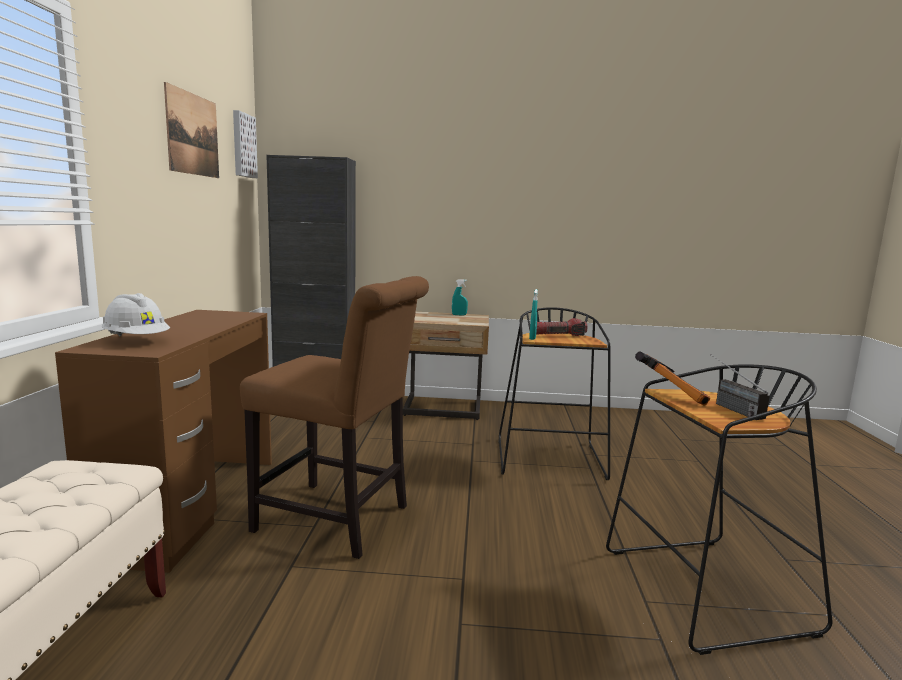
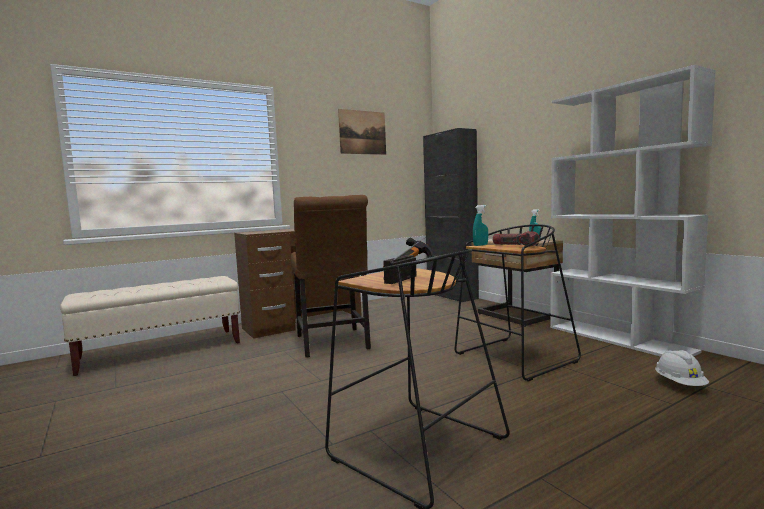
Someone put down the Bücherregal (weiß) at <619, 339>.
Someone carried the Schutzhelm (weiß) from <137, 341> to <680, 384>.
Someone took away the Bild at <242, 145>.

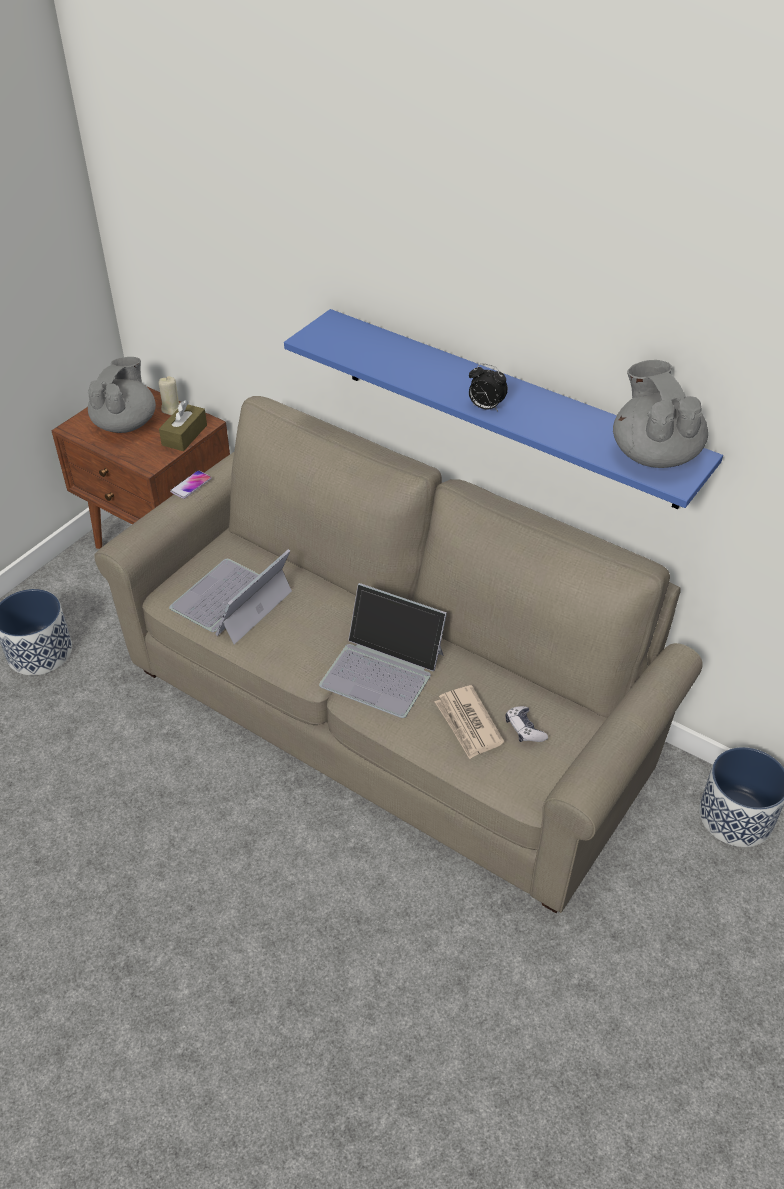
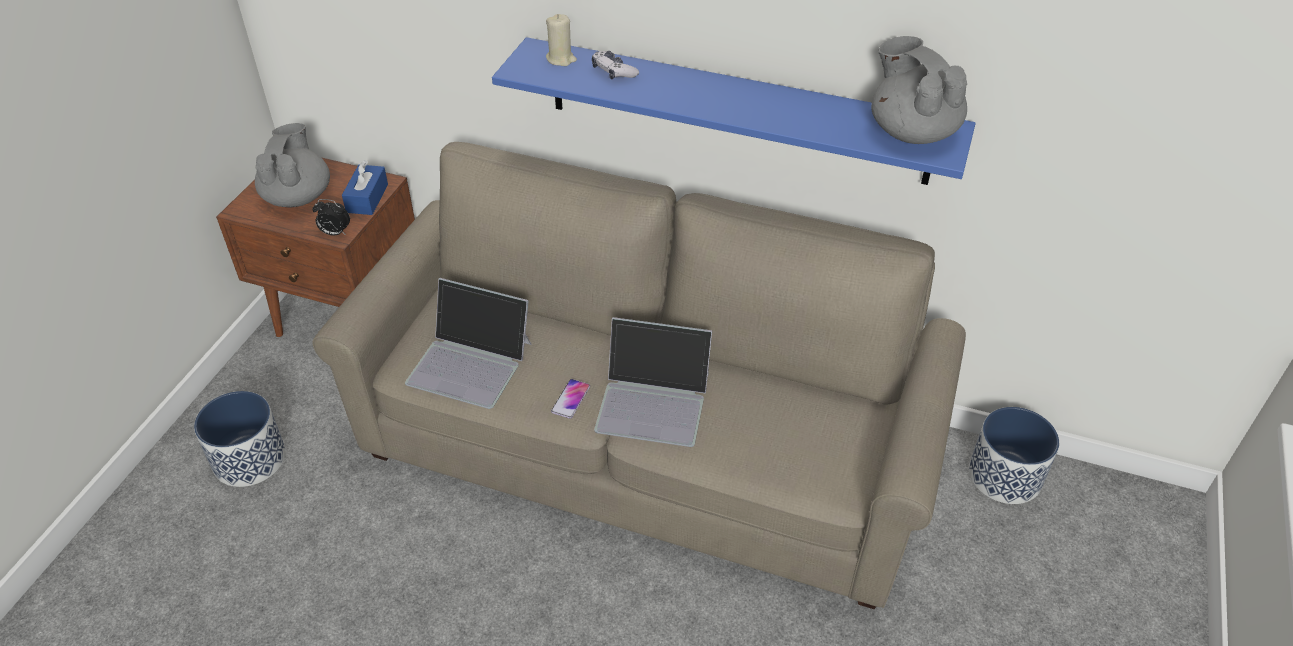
Someone carried the Wecker from <485, 407> to <335, 233>.
Someone repainted the Taschentuchbox (braun) at <184, 435>, which became the Taschentuchbox (blau) at <367, 198>.
Someone rotated the Laptop at <231, 601> by 90 degrees counterclockwise.
Someone carried the Kerze (beige) from <172, 409> to <561, 59>.
Someone carried the Handy from <191, 485> to <571, 399>.
Someone carried the Gamepad from <524, 729> to <613, 72>.
Someone took away the Zeitung at <468, 724>.

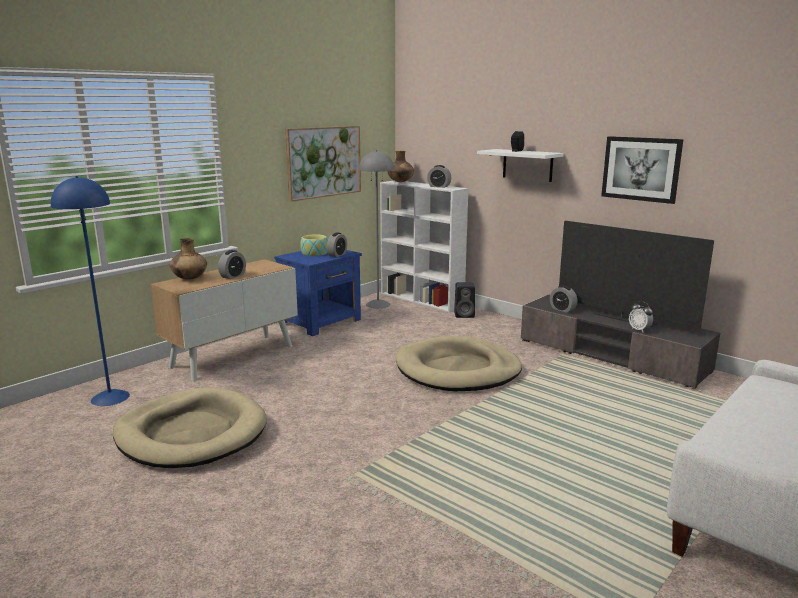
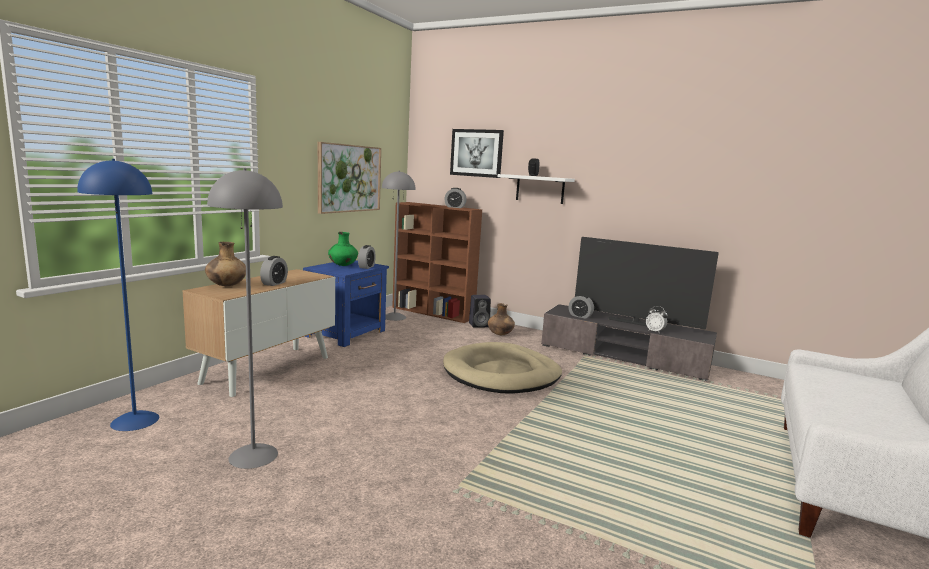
Someone swapped the Hundebett (beige) at <191, 433> for the Stehlampe (grau) at <253, 455>.
Someone swapped the Schüssel at <314, 253> for the Vase (grün) at <342, 265>.
Someone repainted the Bücherregal (weiß) at <422, 300>, which became the Bücherregal (braun) at <433, 313>.
Someone carried the Bild from <641, 169> to <476, 153>.
Someone carried the Vase (braun) from <400, 182> to <500, 334>.

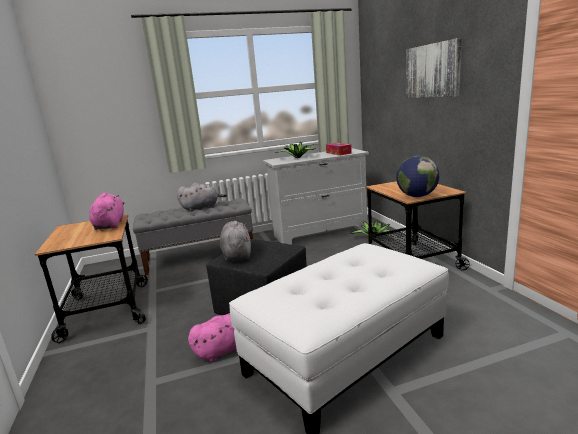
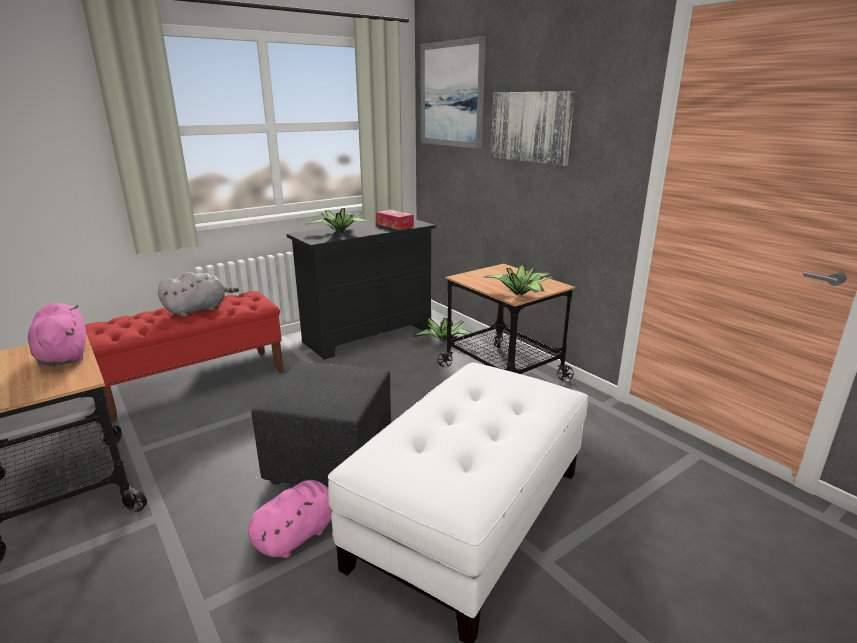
Someone repainted the Bank (grau) at <200, 256>, which became the Bank (rot) at <196, 383>.
Someone repainted the Kommode (weiß) at <320, 232>, which became the Kommode (schwarz) at <369, 334>.
Someone put up the Bild at <451, 94>.
Someone swapped the Globus at <417, 196> for the Topfpflanze at <521, 293>.
Someone took away the Plüschtier (grau) at <237, 254>.

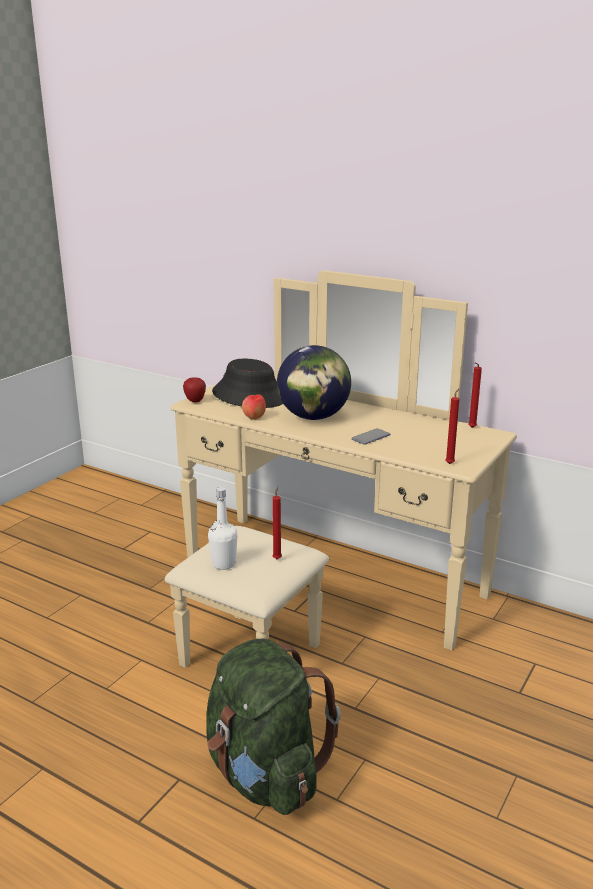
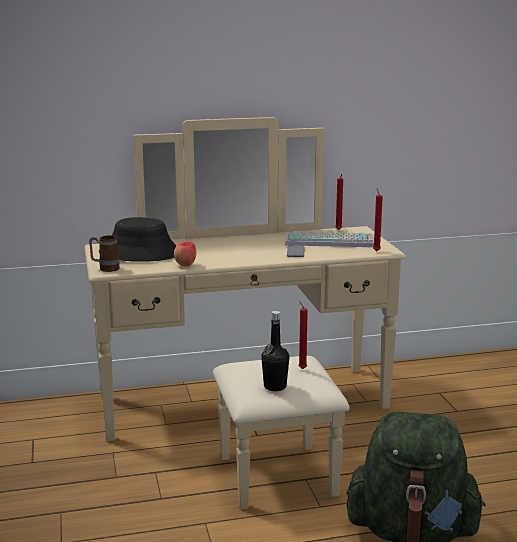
Someone swapped the Apfel at <195, 401> for the Henkelbecher at <105, 269>.
Someone repainted the Flasche (weiß) at <223, 564>, which became the Flasche (schwarz) at <275, 386>.
Someone put down the Tastatur at <331, 241>.
Someone took away the Globus at <313, 417>.

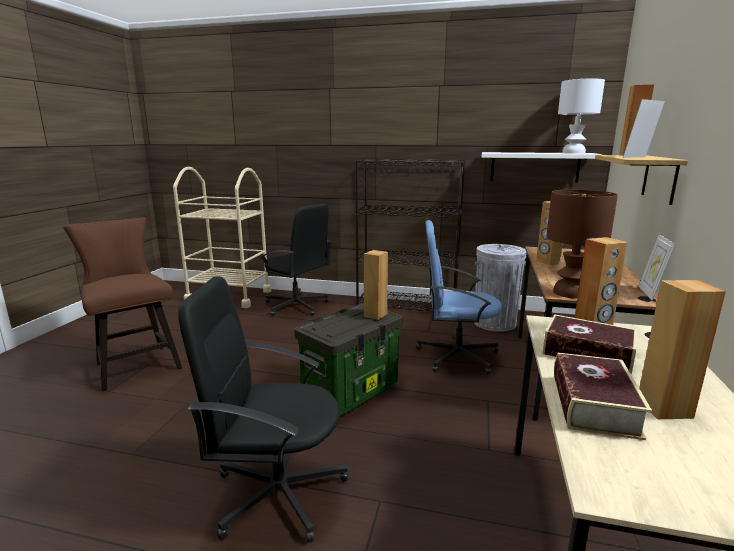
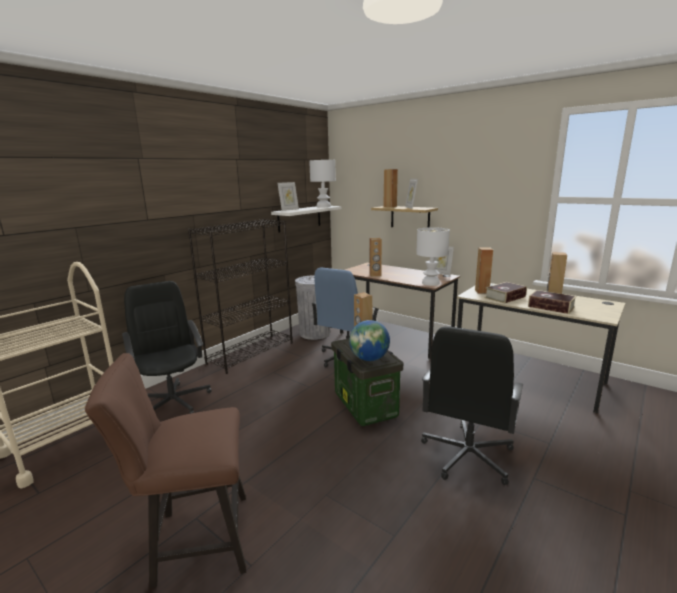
Someone rotated the Bürostuhl (schwarz) at <296, 306> by 90 degrees counterclockwise.
Someone put down the Bilderrahmen at <289, 210>.
Someone put down the Globus at <369, 359>.
Someone repainted the Tischlampe (braun) at <569, 293>, which became the Tischlampe (weiß) at <430, 283>.

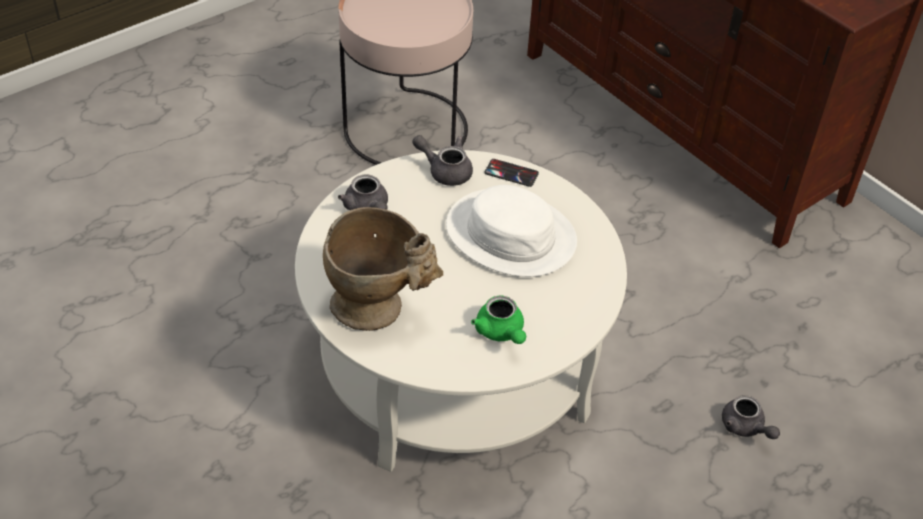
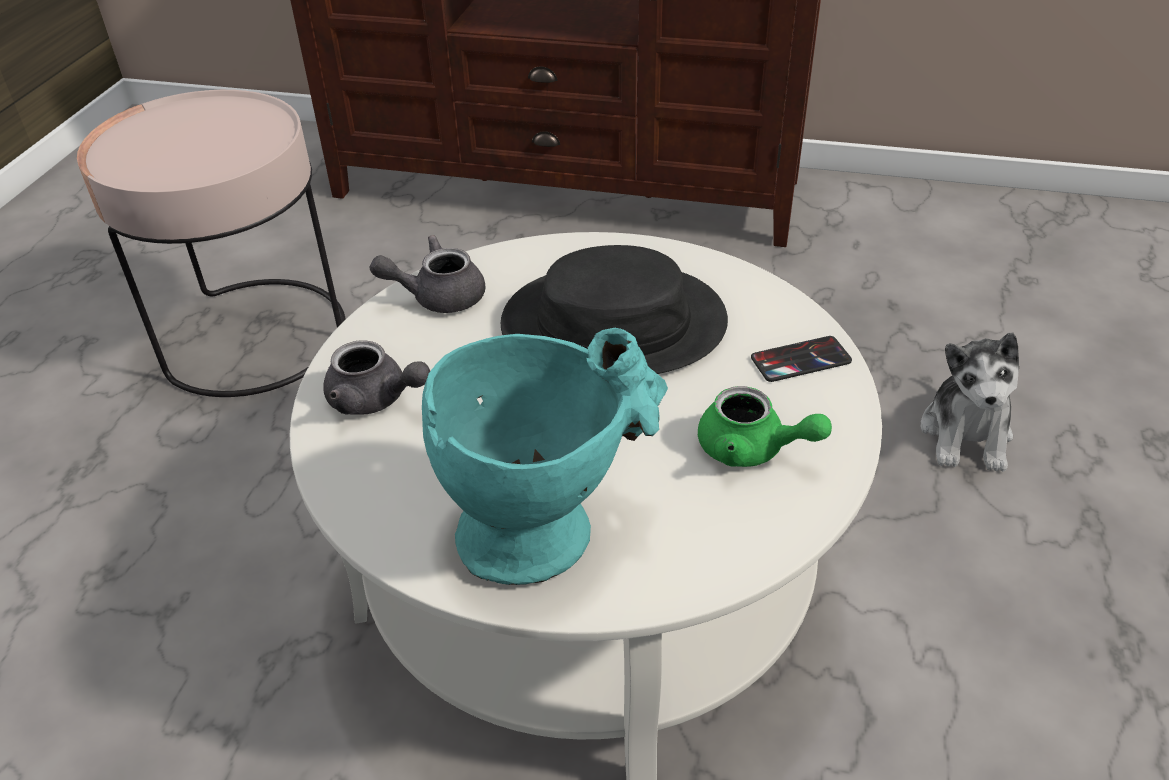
Someone repainted the Vase (beige) at <380, 308>, which became the Vase (türkis) at <546, 525>.
Someone repainted the Hut (weiß) at <511, 234>, which became the Hut (schwarz) at <613, 324>.
Someone carried the Handy from <511, 173> to <800, 360>.
Someone swapped the Teekanne (grau) at <745, 428> for the Plüschtier at <966, 434>.

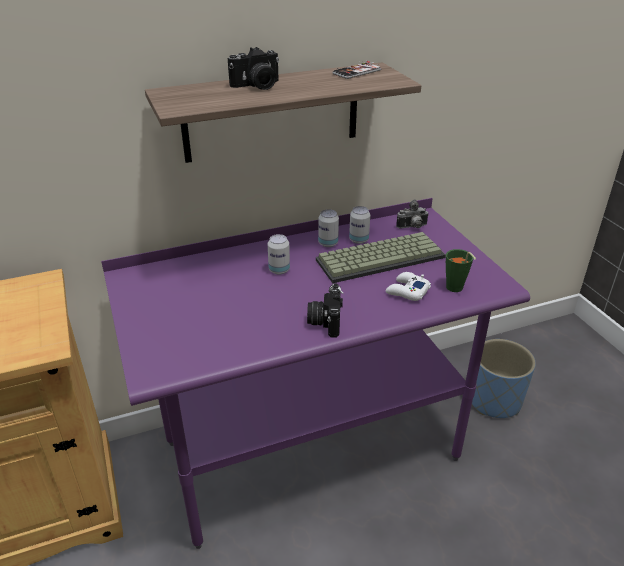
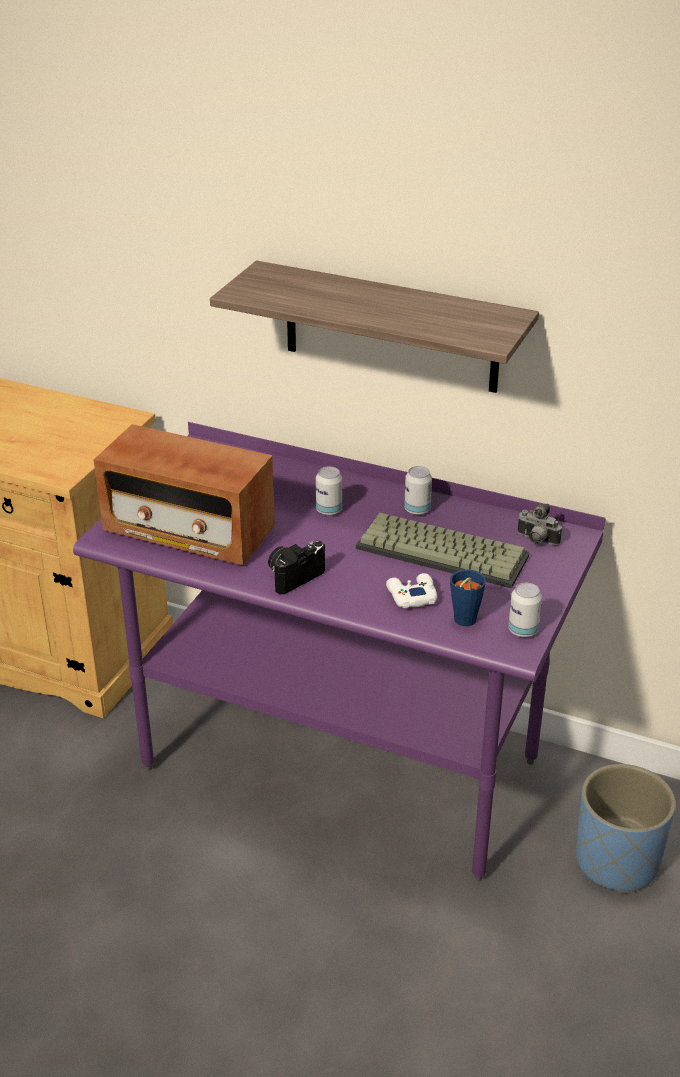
Someone put down the Radio at <188, 531>.
Someone repainted the Tasse (grün) at <456, 289>, which became the Tasse (blau) at <462, 622>.
Someone carried the Dose from <358, 240> to <523, 631>.
Someone took away the Kamera at <257, 86>.
Someone took away the Handy at <357, 72>.

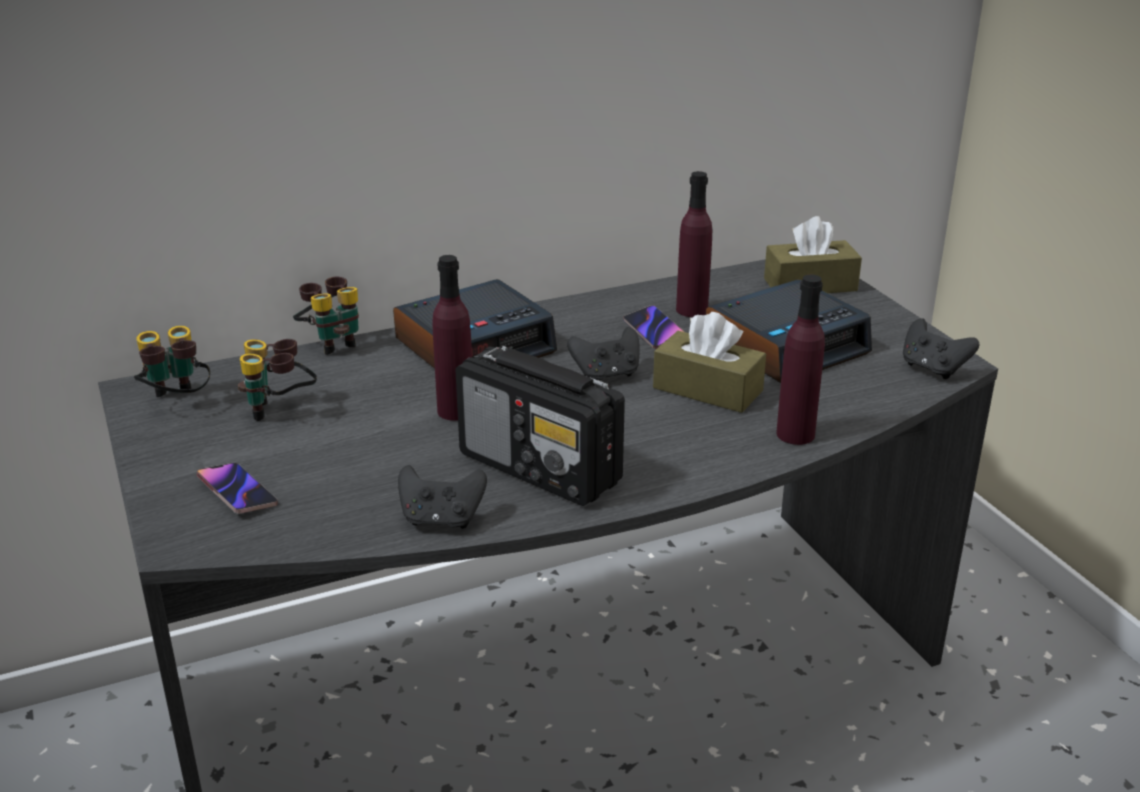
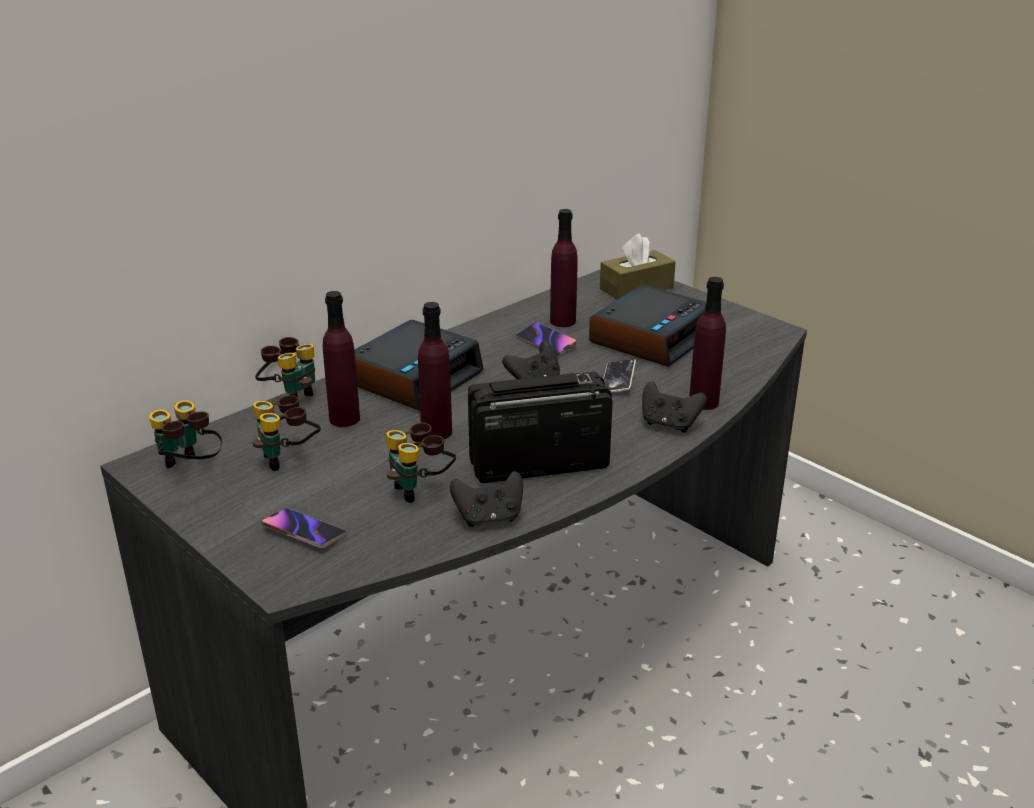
Someone put down the Flasche (lila) at <344, 419>.
Someone put down the Fernglas at <421, 489>.
Someone rotated the Radio at <541, 469> by 150 degrees clockwise.
Someone swapped the Taschentuchbox (braun) at <707, 389> for the Handy at <618, 380>.
Someone carried the Gamepad (schwarz) from <933, 369> to <669, 424>.

